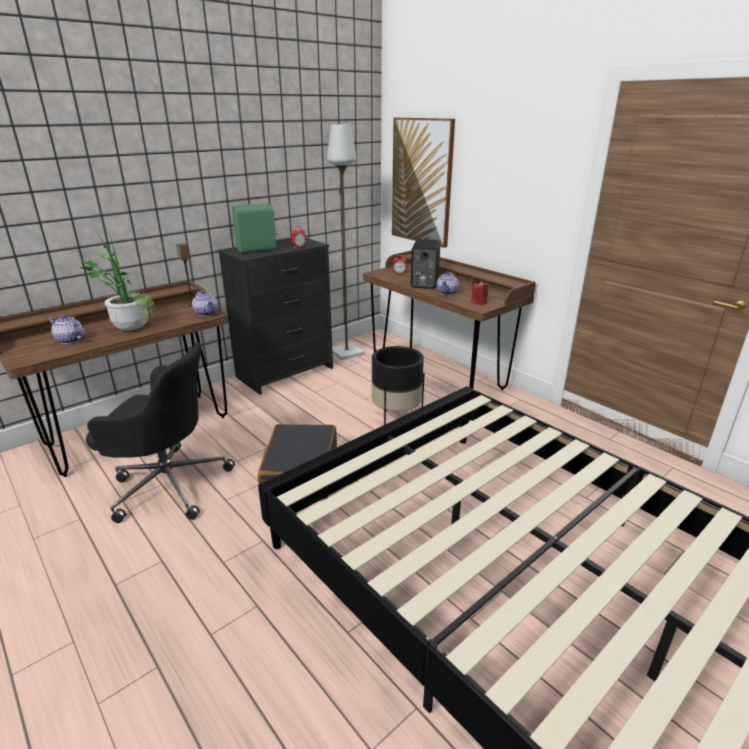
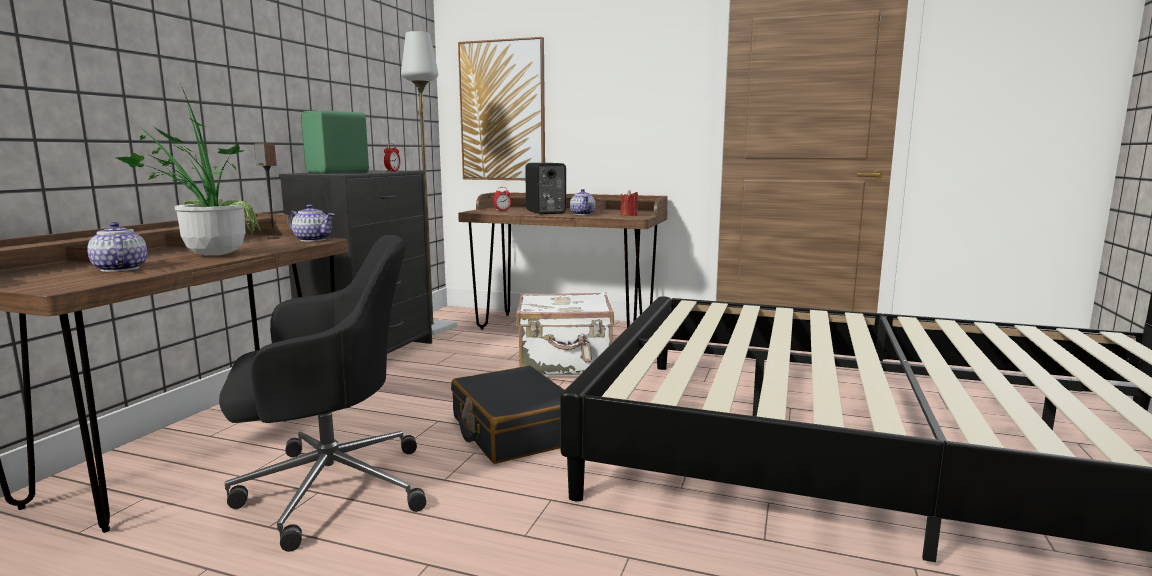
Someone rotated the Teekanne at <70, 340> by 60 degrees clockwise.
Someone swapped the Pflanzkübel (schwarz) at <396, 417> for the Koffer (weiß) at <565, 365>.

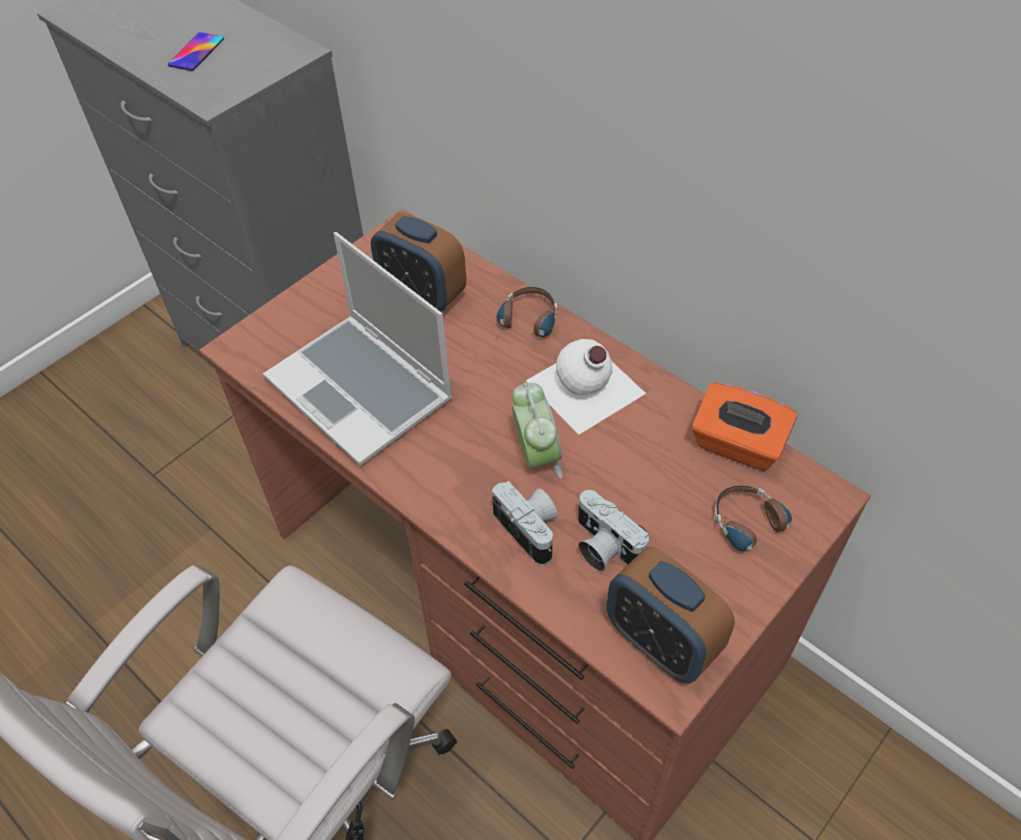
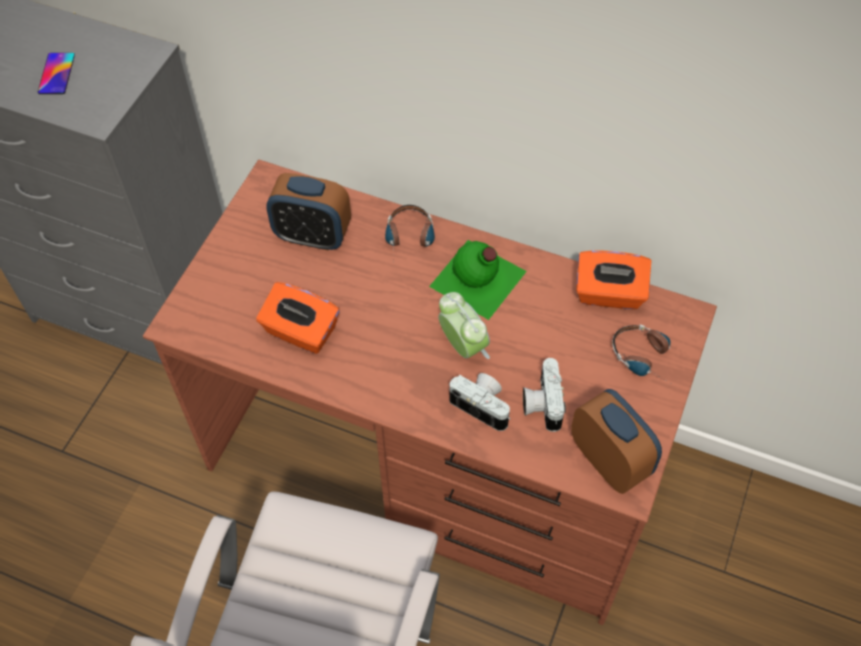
Someone swapped the Laptop at <362, 390> for the Taschentuchbox (orange) at <300, 332>.
Someone repainted the Flasche (weiß) at <585, 388>, which became the Flasche (grün) at <478, 280>.
Someone rotated the Kamera at <602, 547> by 60 degrees clockwise.
Someone rotated the Wecker at <661, 641> by 150 degrees counterclockwise.

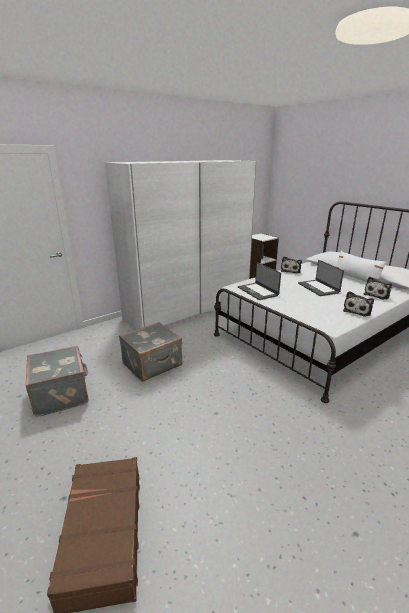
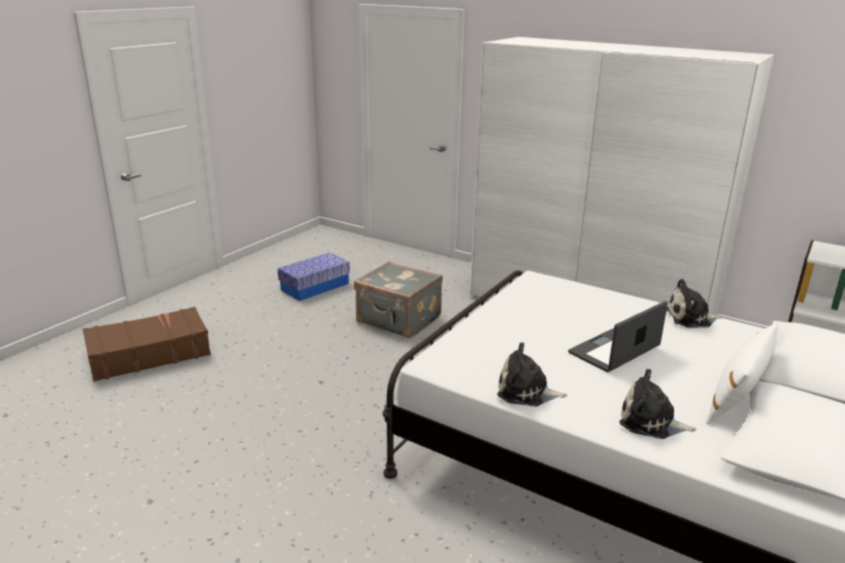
Someone swapped the Koffer (grau) at <62, 394> for the Aufbewahrungsbox at <315, 287>.
Someone took away the Laptop at <258, 291>.

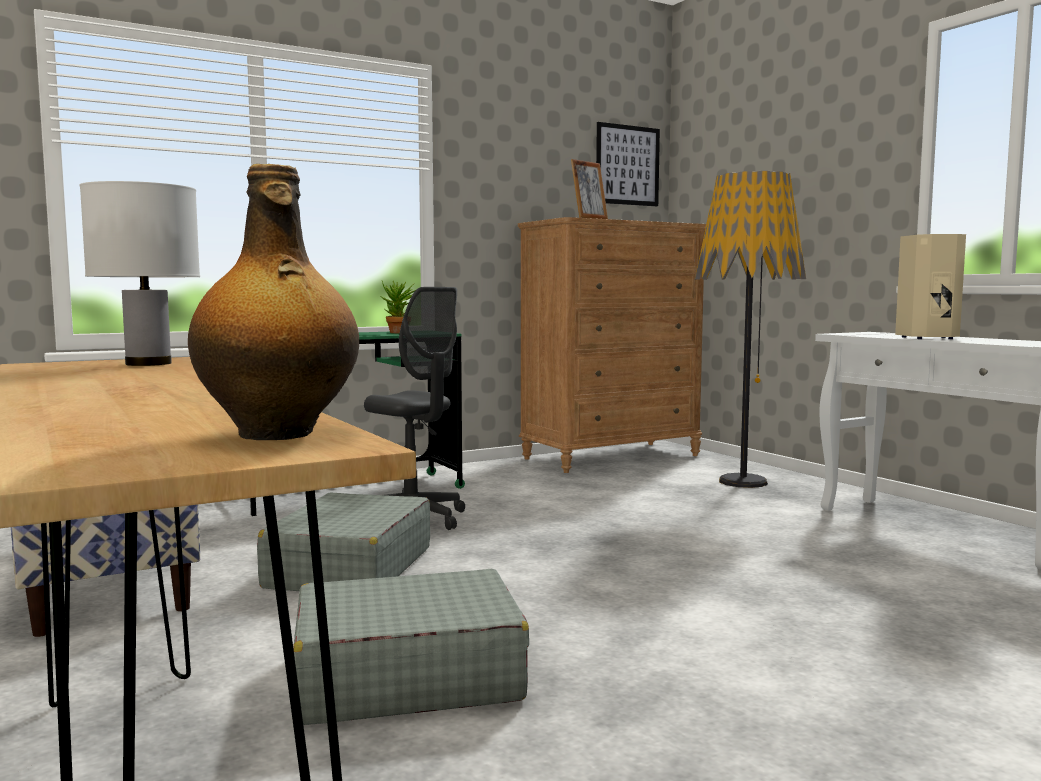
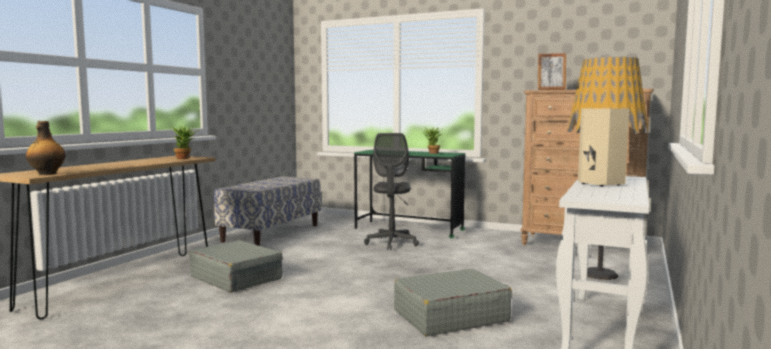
Someone swapped the Tischlampe (weiß) at <149, 364> for the Topfpflanze at <185, 158>.
Someone carried the Koffer (grau) from <349, 568> to <450, 316>.
Someone took away the Bild at <627, 165>.

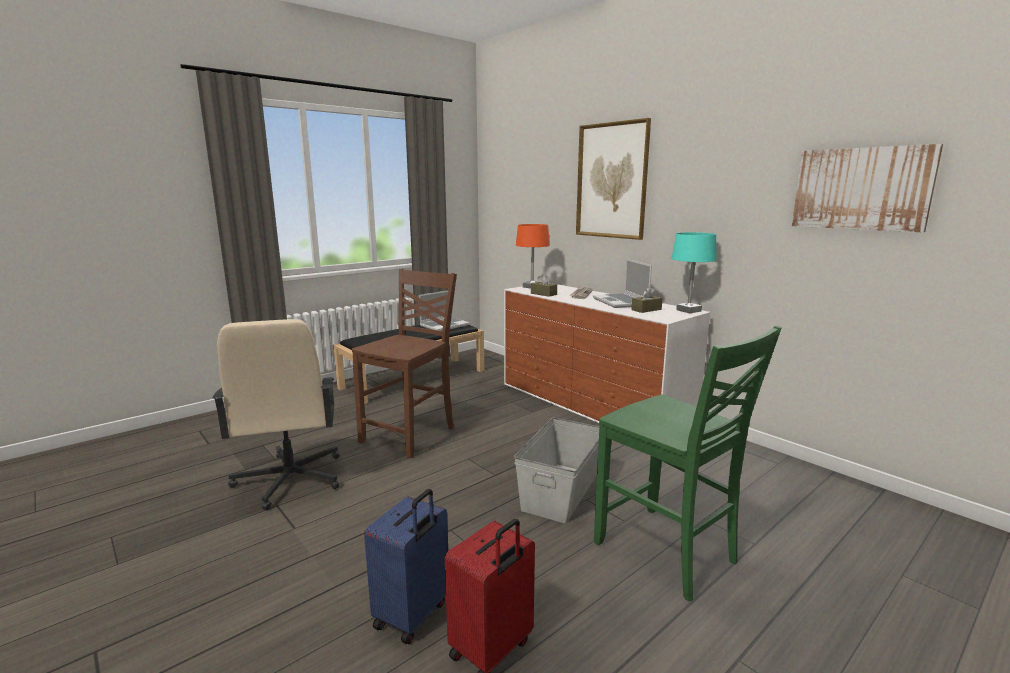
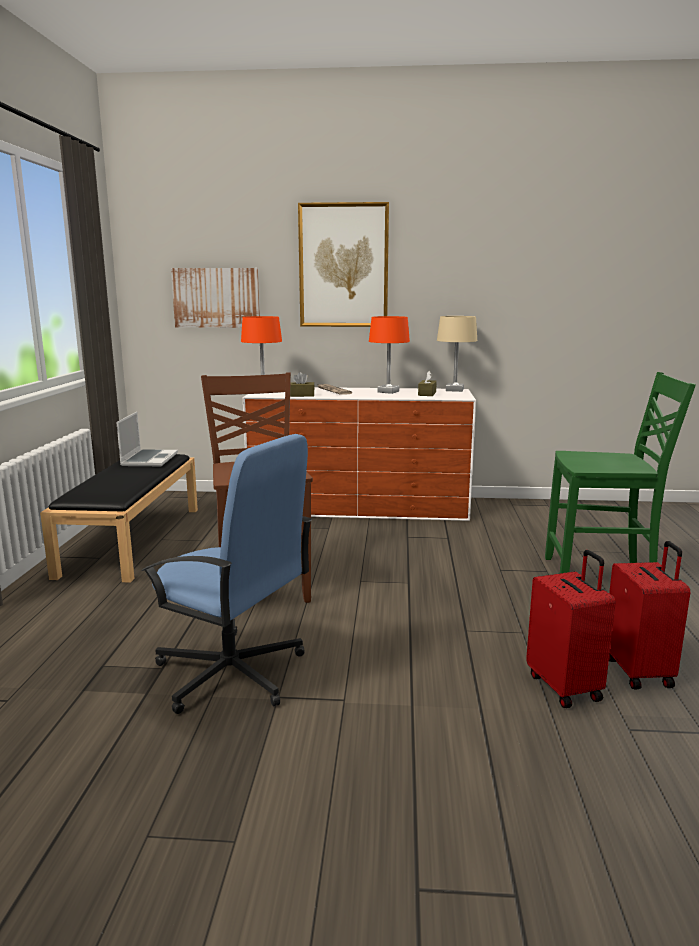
Someone repainted the Bürostuhl (beige) at <290, 480>, which became the Bürostuhl (blau) at <232, 673>.
Someone carried the Bild from <861, 189> to <216, 298>.
Someone swapped the Laptop at <621, 302> for the Tischlampe (orange) at <388, 392>.
Someone repainted the Tischlampe (türkis) at <688, 310>, which became the Tischlampe (beige) at <454, 390>.
Someone repainted the Koffer (blau) at <413, 615>, which became the Koffer (rot) at <565, 687>.
Someone took away the Aufbewahrungsbox (grau) at <560, 491>.

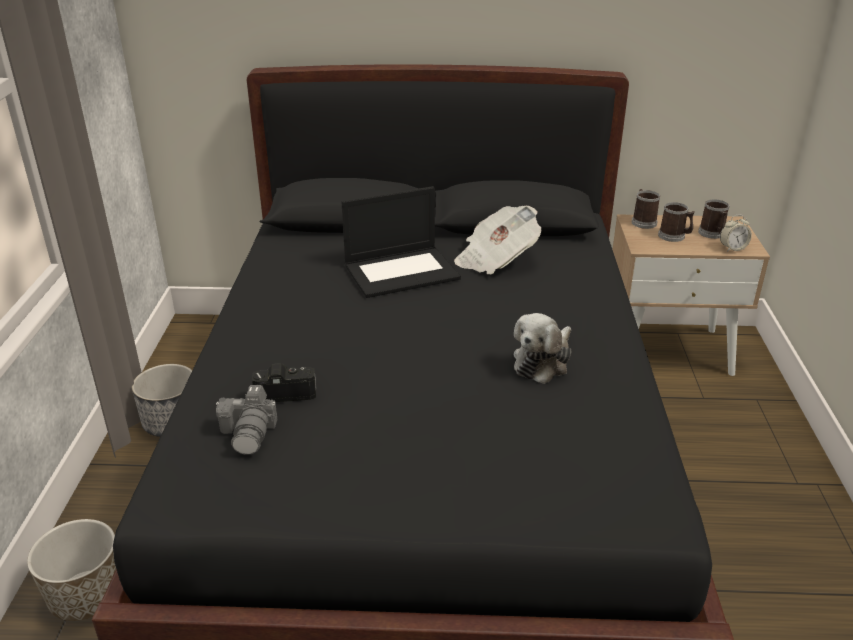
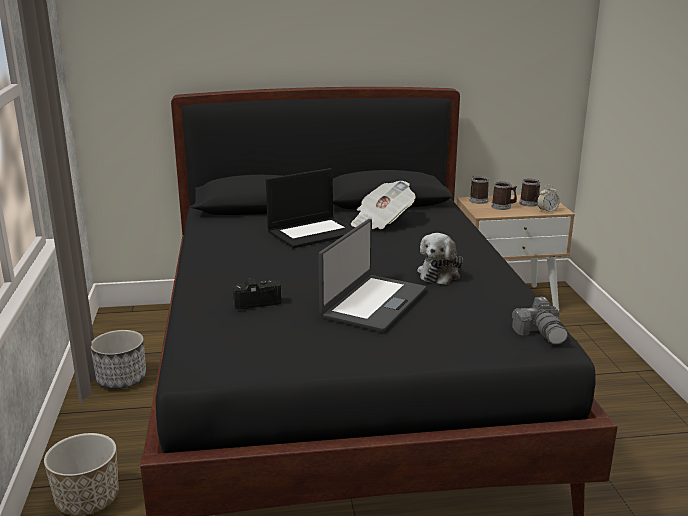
Someone put down the Laptop at <373, 303>.
Someone carried the Kamera from <250, 432> to <541, 333>.

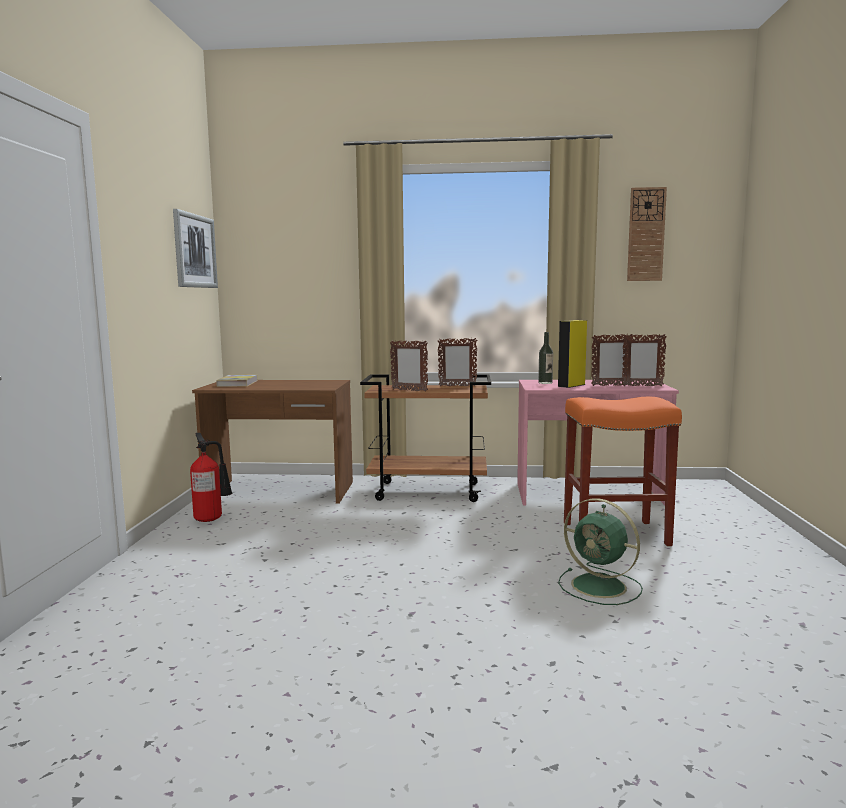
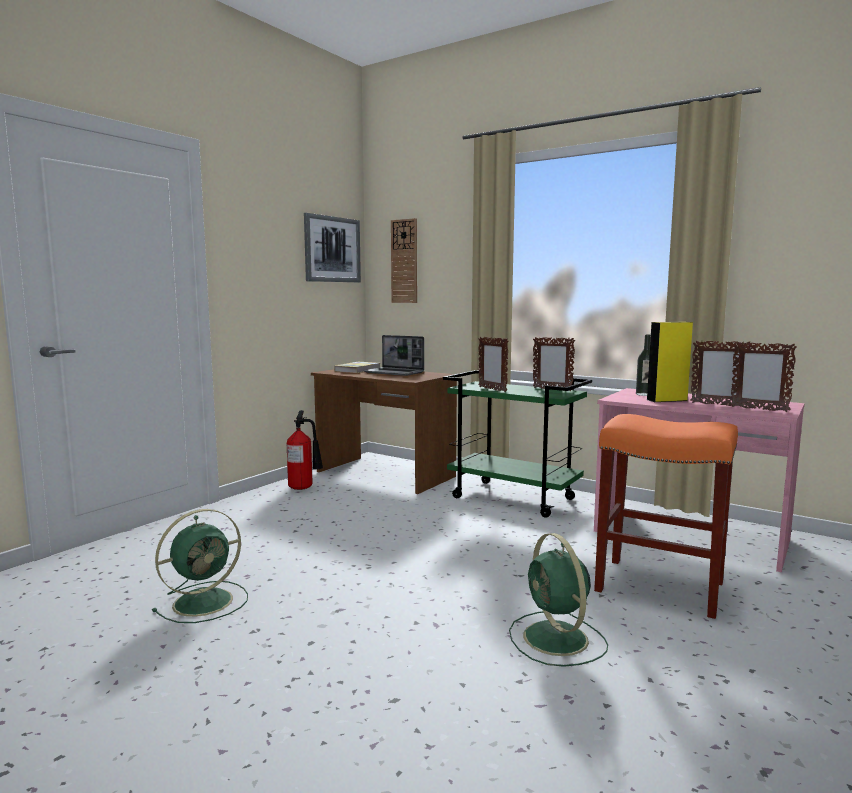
Someone put down the Ventilator (grün) at <205, 601>.
Someone put down the Laptop at <395, 372>.
Someone carried the Wanduhr from <646, 234> to <404, 261>.
Someone repainted the Rollwagen (braun) at <429, 491>, which became the Rollwagen (grün) at <514, 498>.

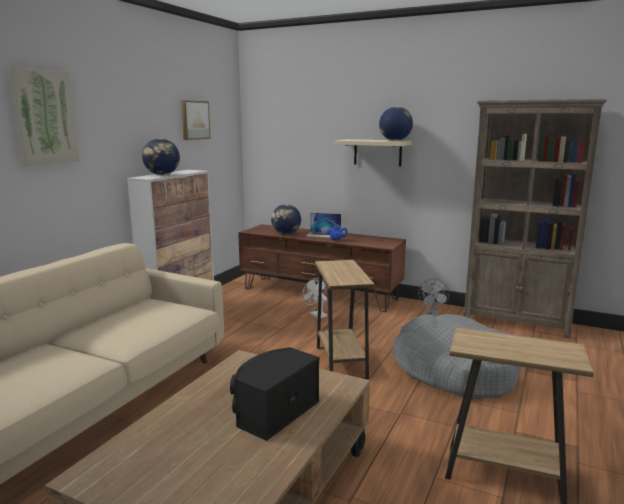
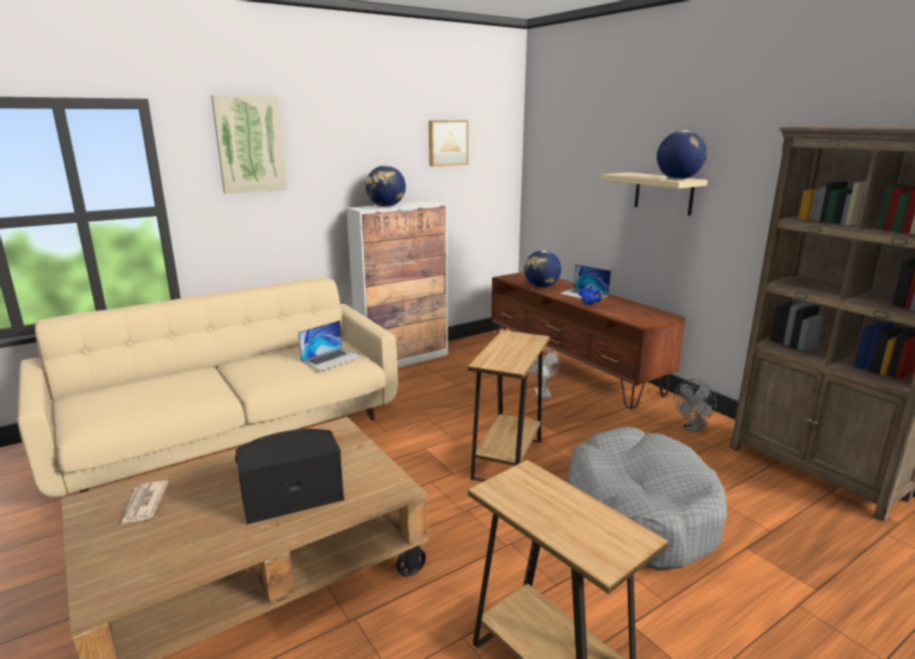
Someone put down the Zeitung at <144, 504>.
Someone put down the Laptop at <331, 359>.

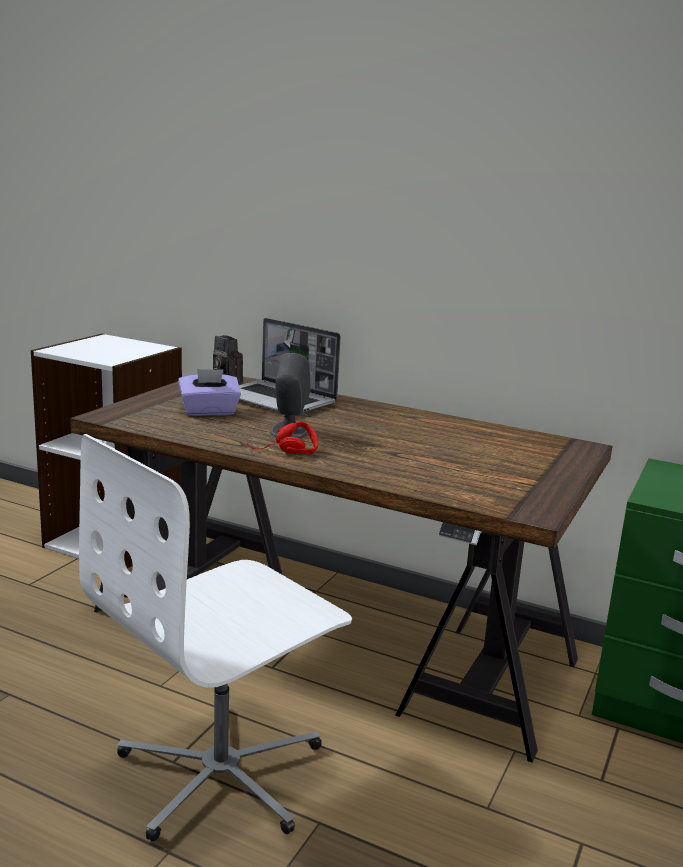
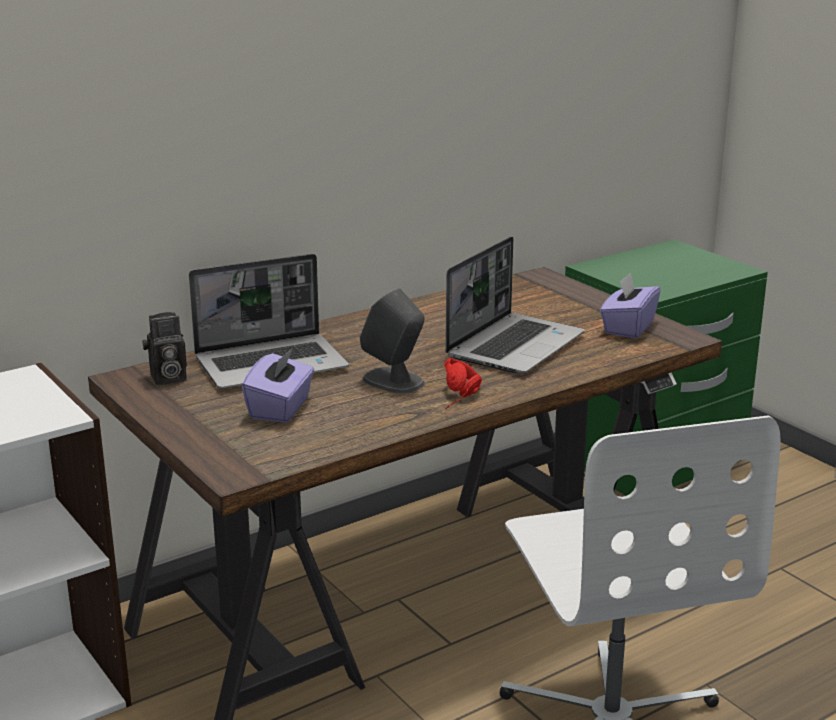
Someone put down the Laptop at <515, 345>.
Someone put down the Taschentuchbox (lila) at <628, 327>.

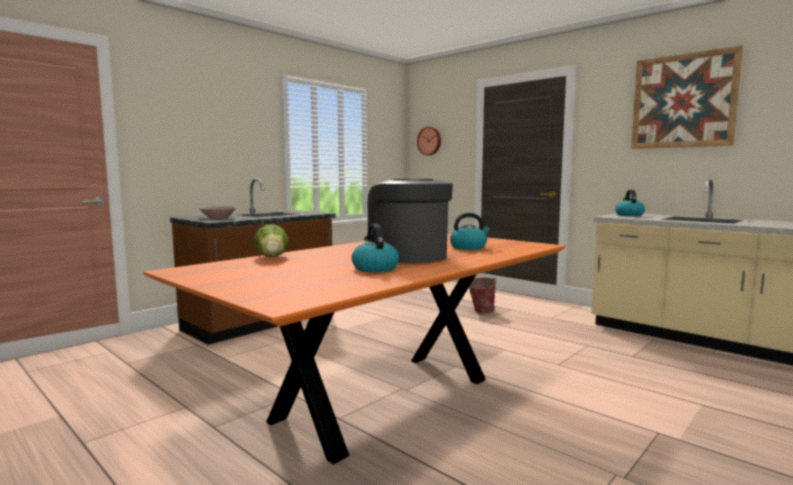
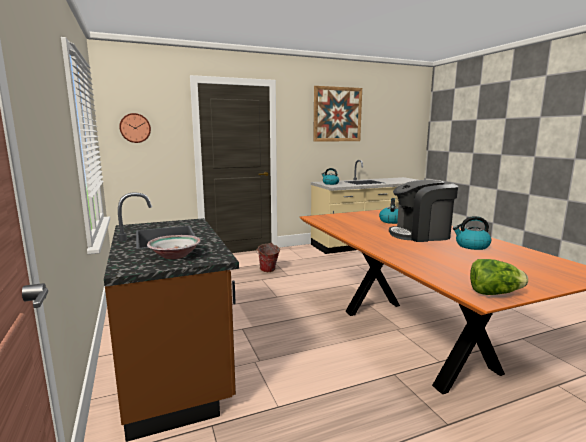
Someone carried the Salatkopf from <272, 257> to <494, 293>.

